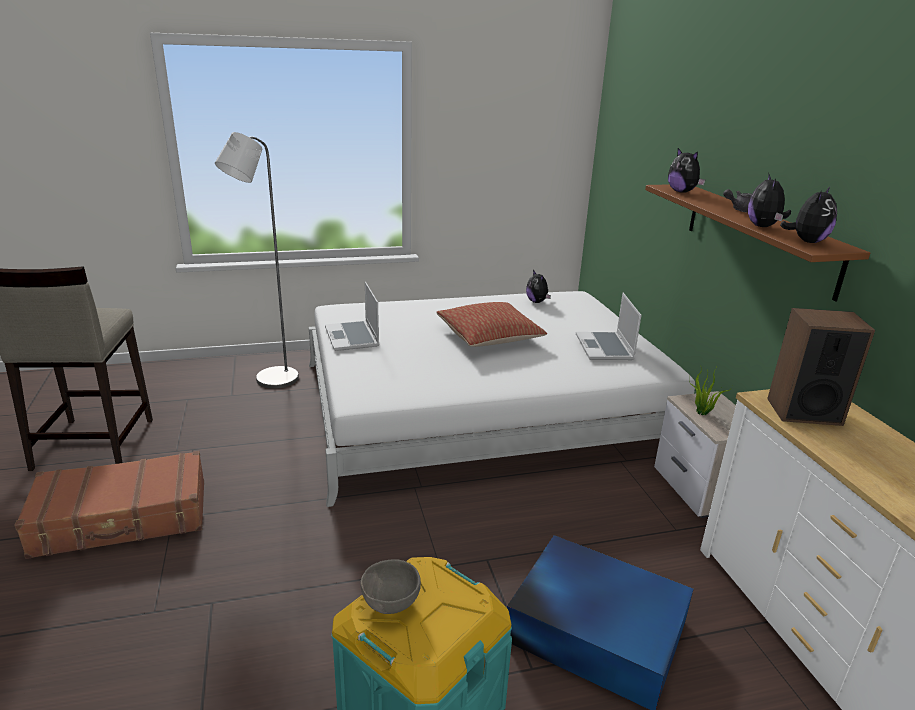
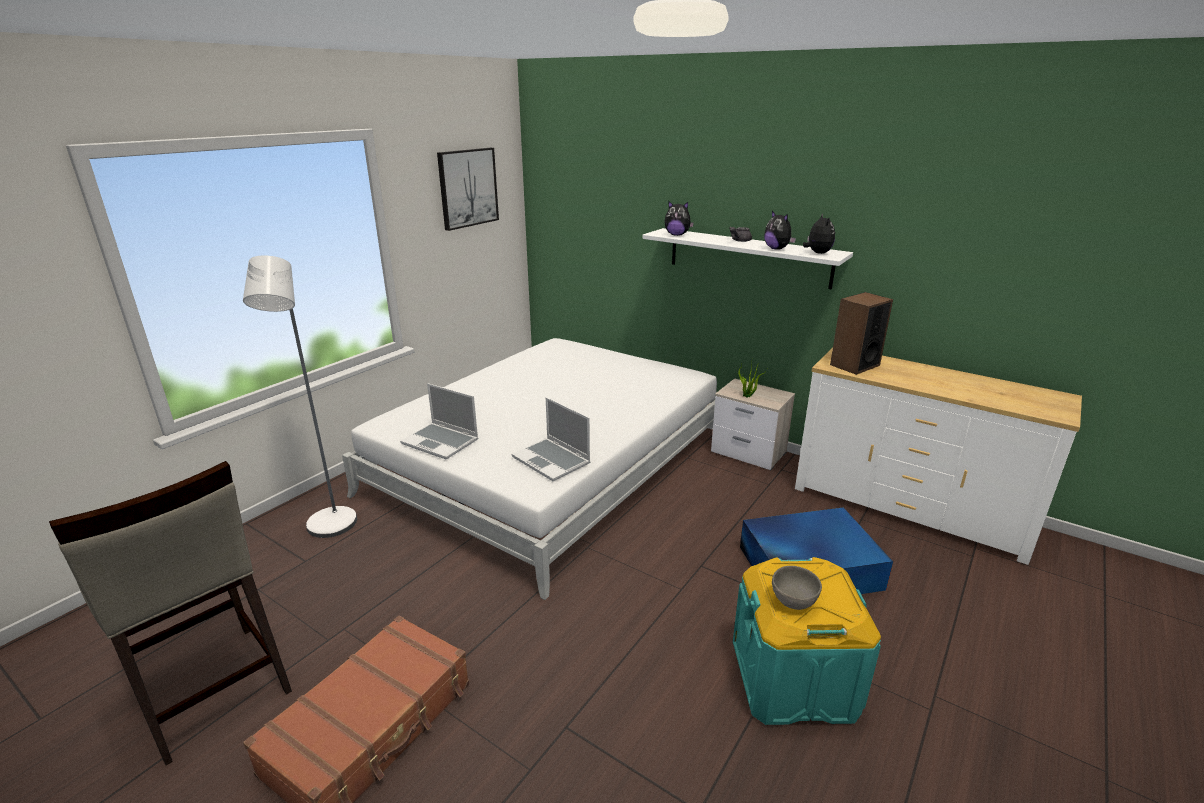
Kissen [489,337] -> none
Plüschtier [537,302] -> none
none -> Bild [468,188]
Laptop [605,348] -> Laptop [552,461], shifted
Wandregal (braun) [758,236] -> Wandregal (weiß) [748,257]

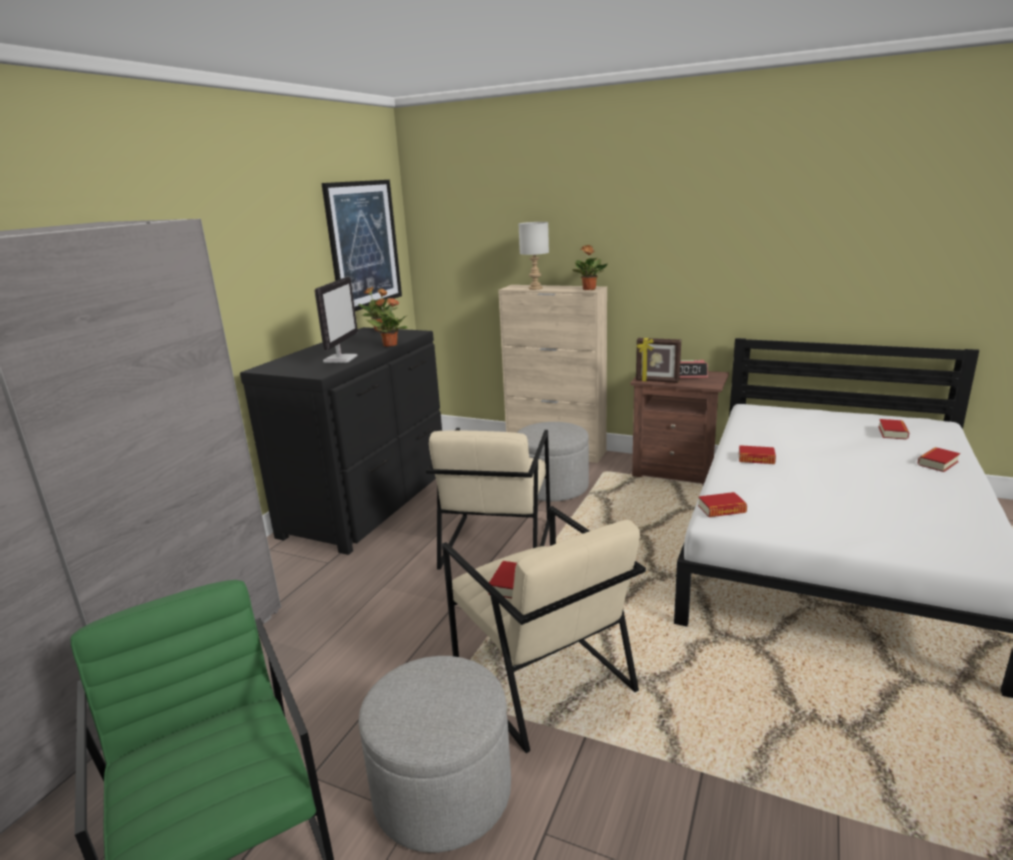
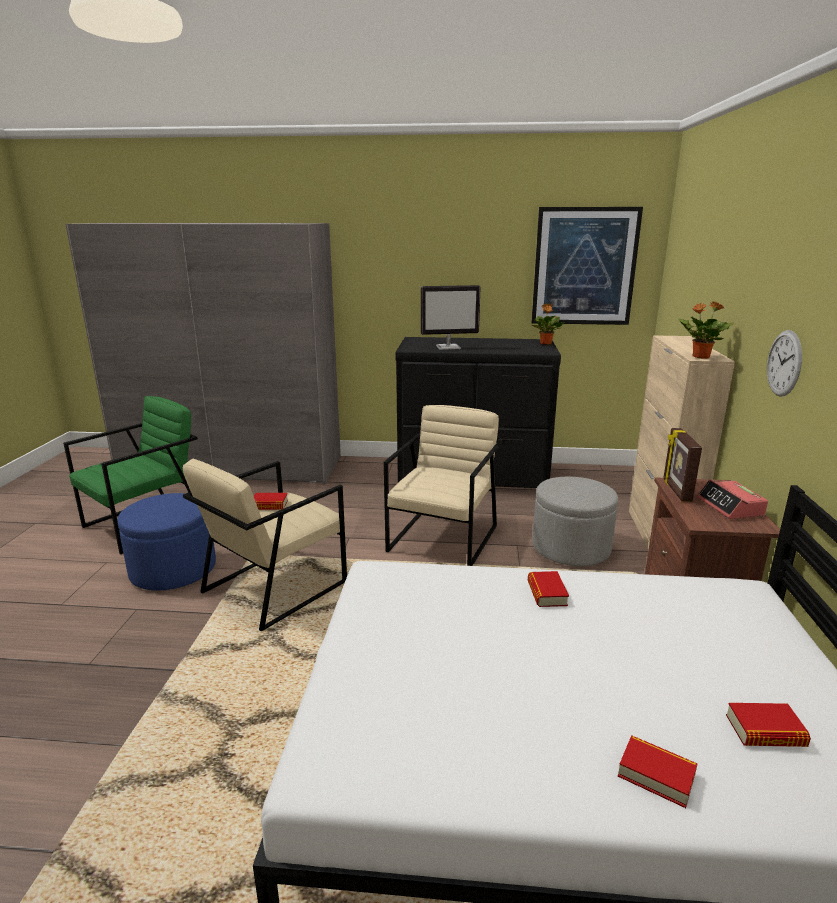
Topfpflanze [390,345] -> none
Tischlampe (grau) [535,288] -> none
Buch [721,509] -> none
none -> Wanduhr [784,363]
Polsterhocker (grau) [442,790] -> Polsterhocker (blau) [173,569]
Sessel (beige) [496,543] -> Sessel (beige) [444,538], 120 degrees clockwise

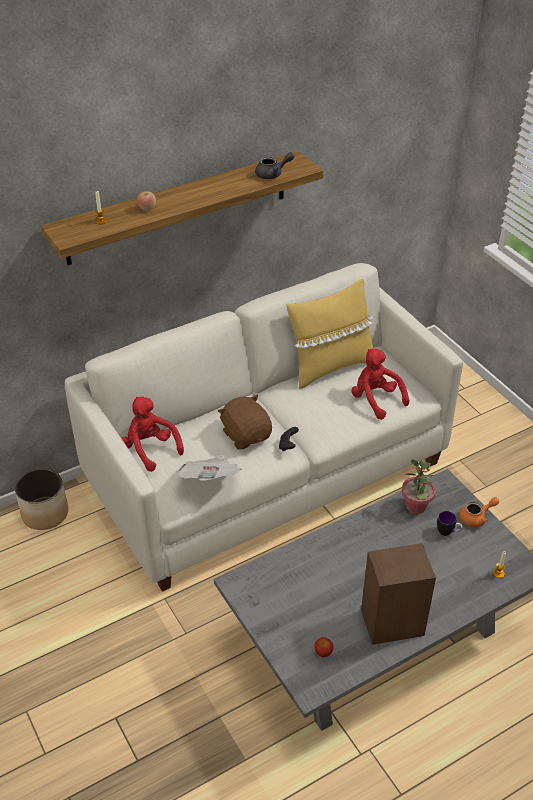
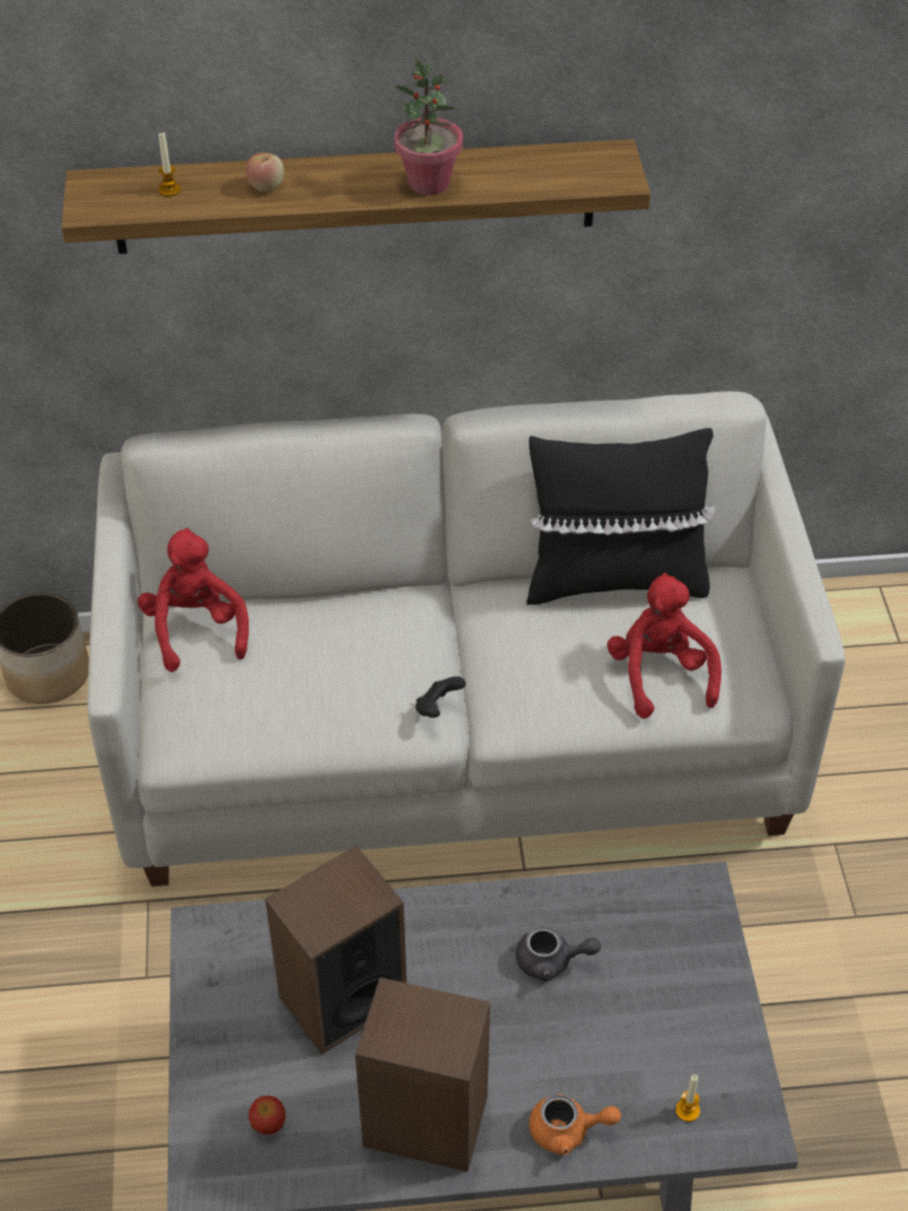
Zeitung [210,480] -> none
Plüschtier (braun) [246,435] -> none
Henkelbecher [448,532] -> none
none -> Lautsprecher [342,998]
Teekanne (grau) [273,174] -> Teekanne (grau) [552,961], shifted
Topfpflanze [416,506] -> Topfpflanze [429,183], shifted
Teekanne (orange) [476,518] -> Teekanne (orange) [568,1131], shifted
Kissen (gelb) [330,367] -> Kissen (schwarz) [614,580]

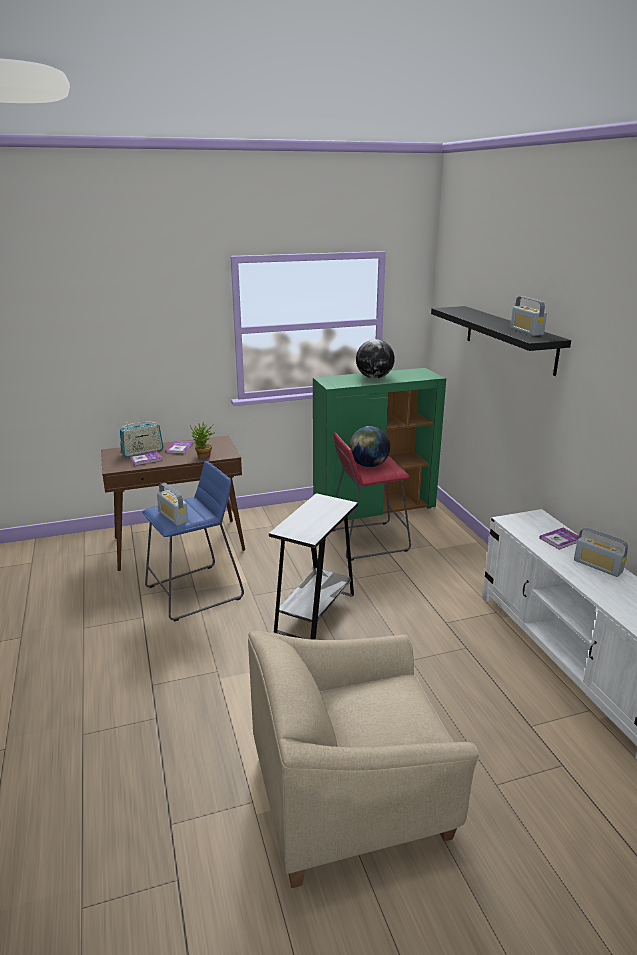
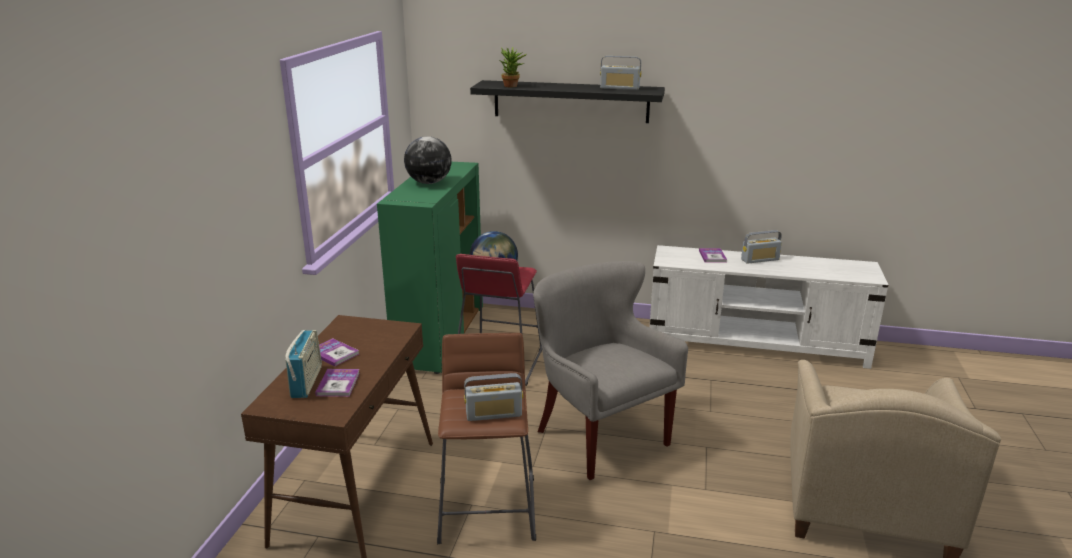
Topfpflanze [203,457] -> Topfpflanze [513,86], shifted
Beistelltisch (weiß) [315,612] -> Sessel (grau) [600,436]
Hocker (blau) [194,592] -> Hocker (braun) [487,508]

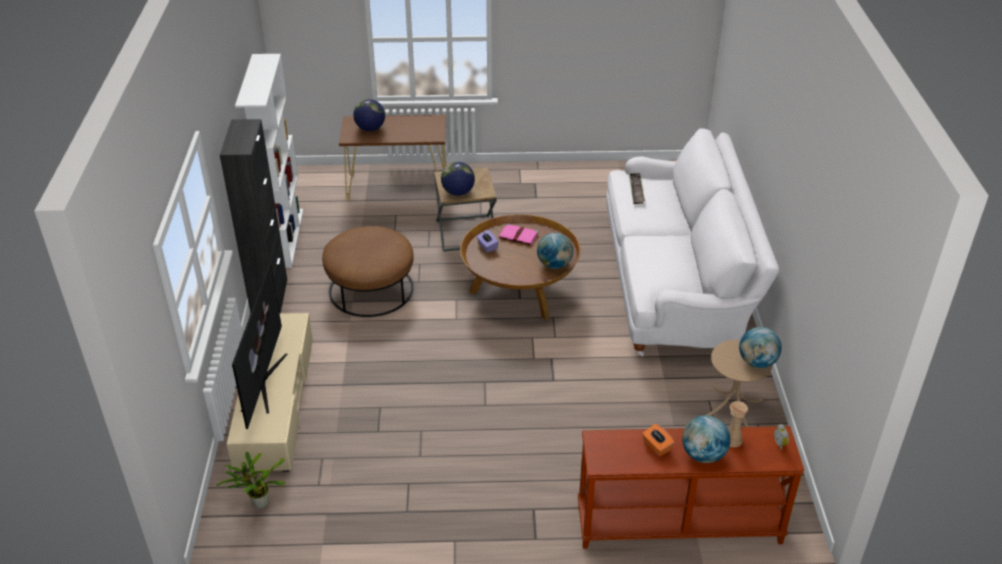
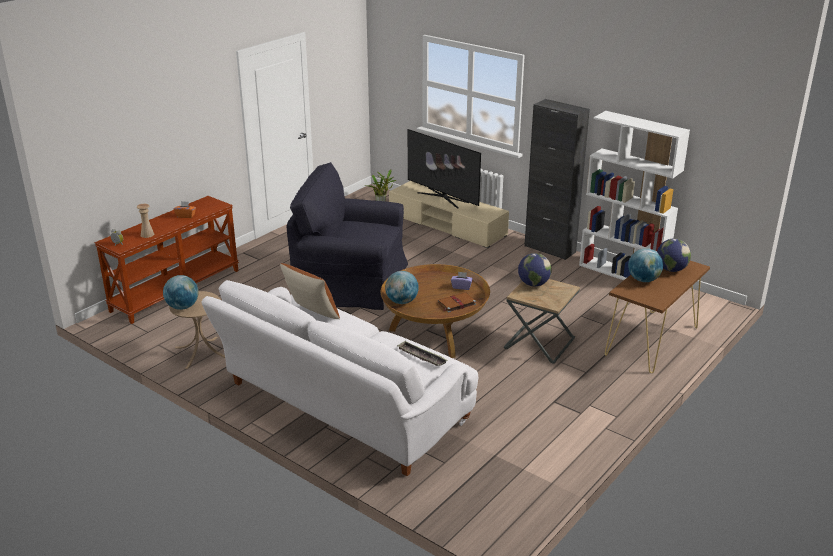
Polsterhocker (braun) [371,289] -> none
none -> Kissen (braun) [312,313]
none -> Sessel (schwarz) [351,283]
Globus [703,455] -> Globus [643,280], shifted
Buch (rosa) [519,236] -> Buch (braun) [456,303]

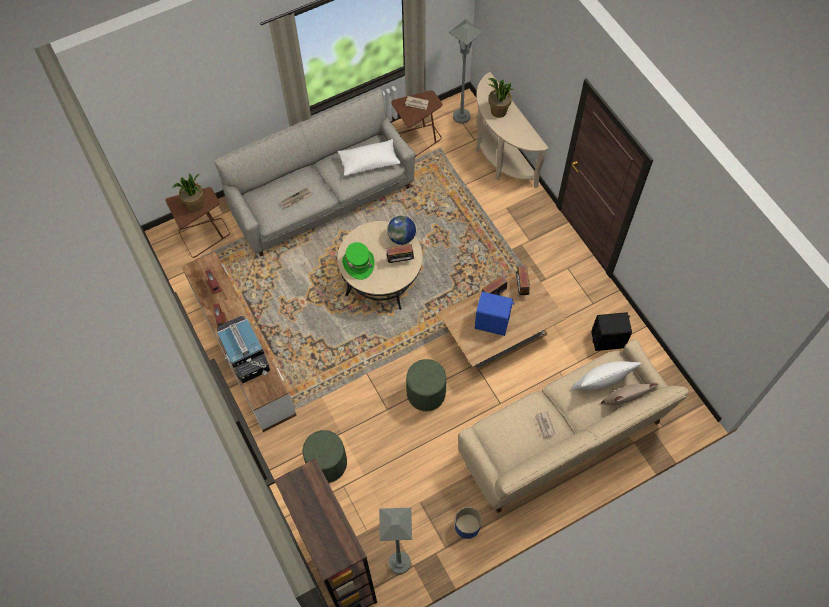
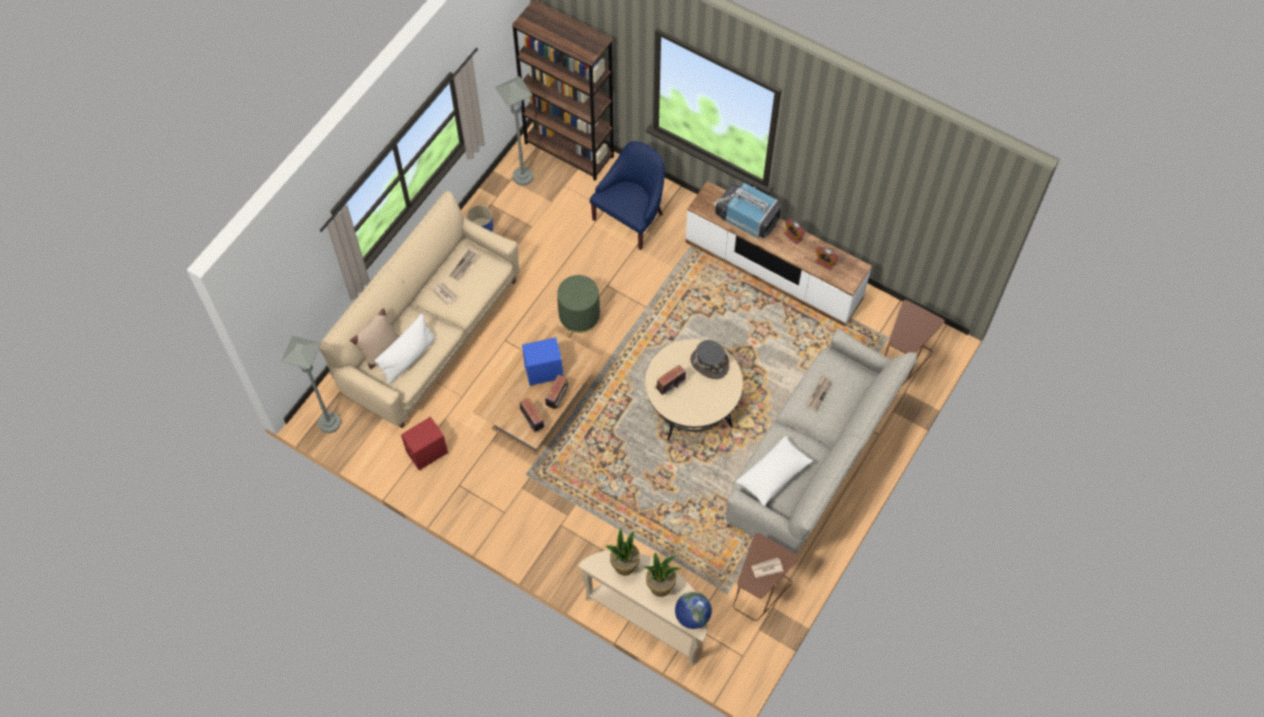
none -> Zeitung [464,266]
Topfpflanze [195,205] -> Topfpflanze [624,565], shifted
Globus [401,237] -> Globus [692,616], shifted
Stehlampe (grau) [461,116] -> Stehlampe (grau) [329,423], shifted
Polsterhocker (grün) [327,464] -> Sessel (blau) [631,218]
Hut (grün) [358,264] -> Hut (grau) [709,363]
Lautsprecher (schwarz) [608,340] -> Lautsprecher (rot) [427,453]

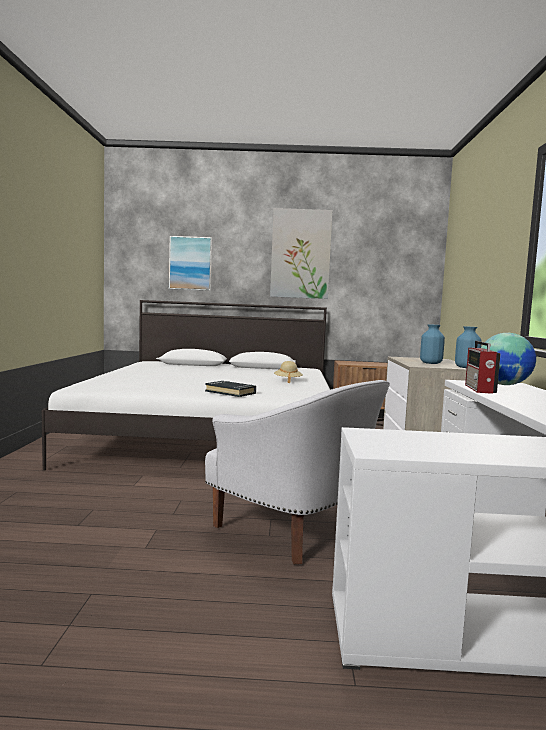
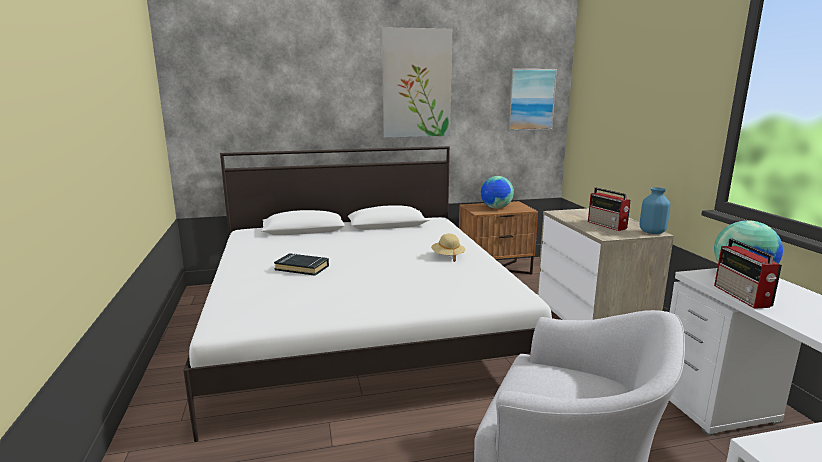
none -> Globus [496,208]
Bild [190,263] -> Bild [530,99], shifted
Buch (schwarz) [231,392] -> Buch (schwarz) [302,268], shifted
Vase (blau) [431,363] -> Radio [607,225]

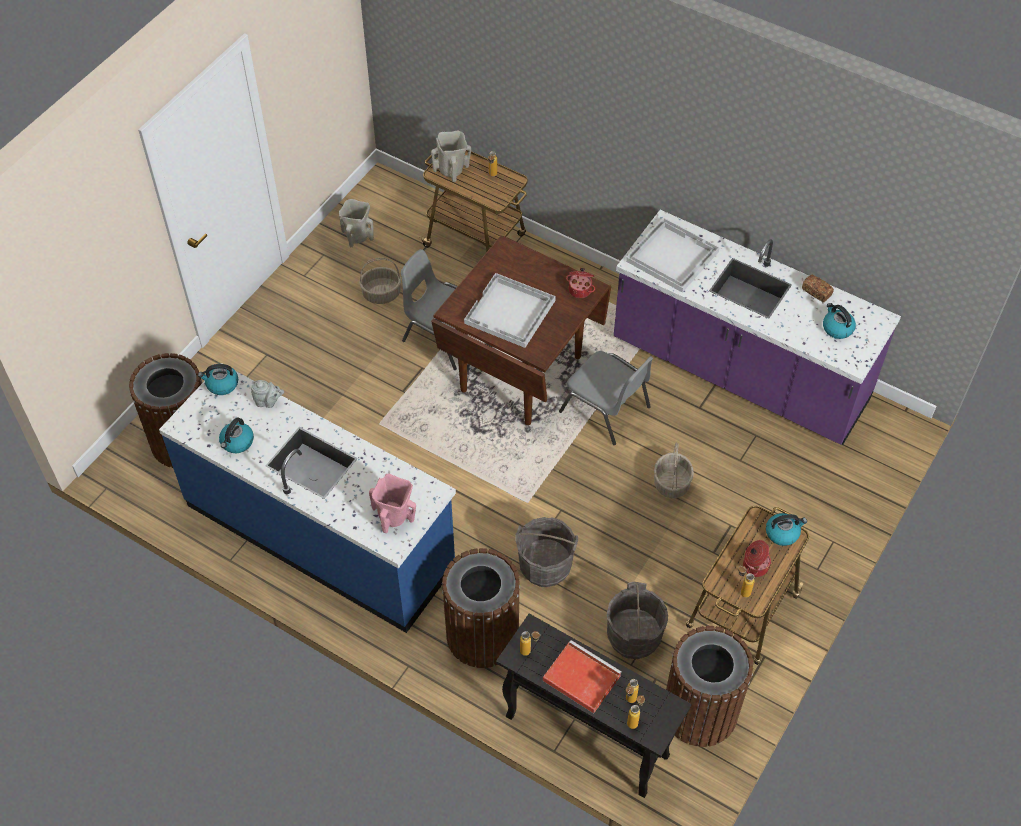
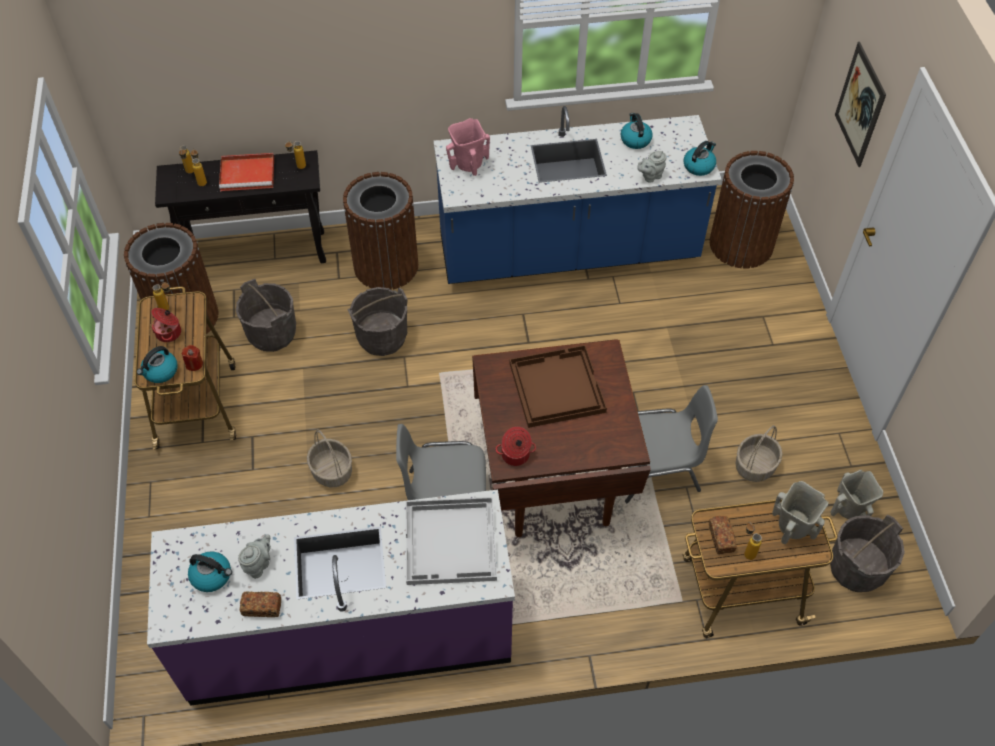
none -> Kerze (rot) [194,364]
none -> Teekanne (grau) [259,564]
none -> Brot [721,538]
none -> Eimer (grau) [856,568]
none -> Bild [860,105]
Tablett (weiß) [510,312] -> Tablett (braun) [556,387]

